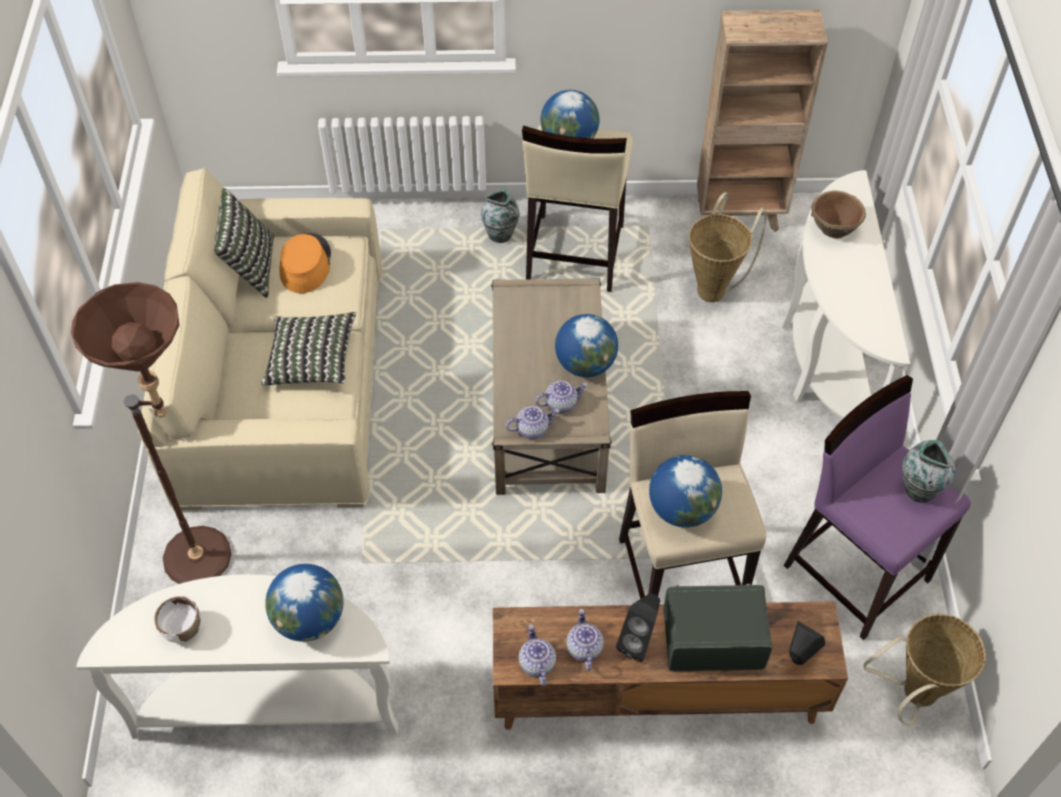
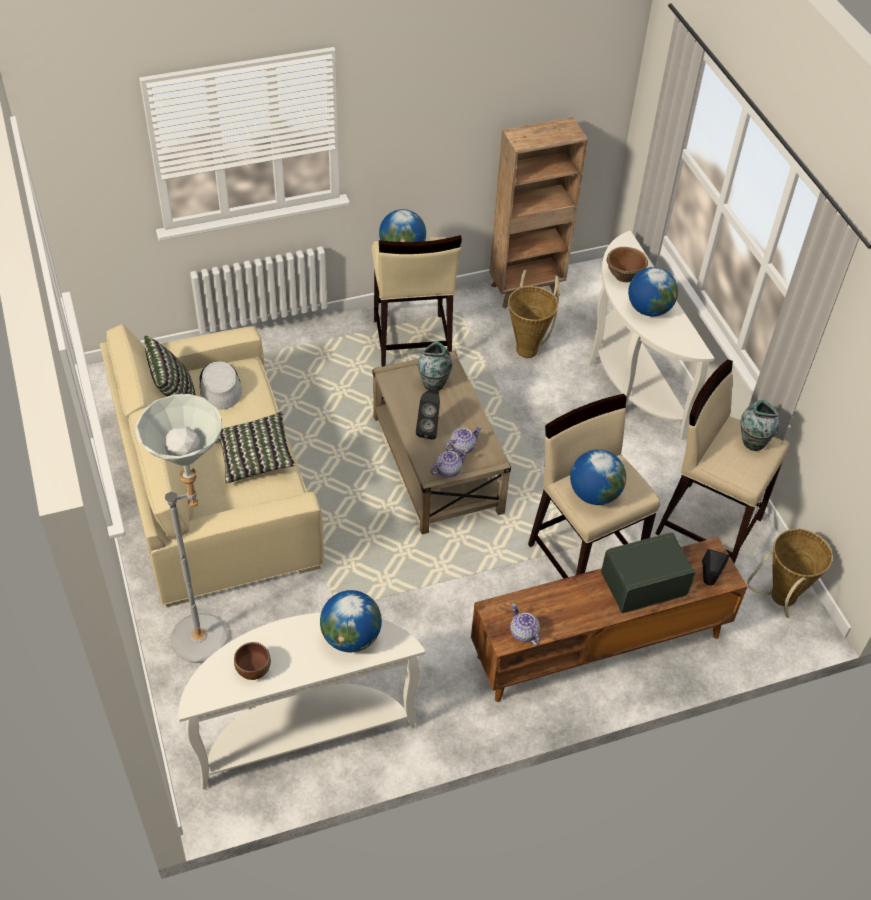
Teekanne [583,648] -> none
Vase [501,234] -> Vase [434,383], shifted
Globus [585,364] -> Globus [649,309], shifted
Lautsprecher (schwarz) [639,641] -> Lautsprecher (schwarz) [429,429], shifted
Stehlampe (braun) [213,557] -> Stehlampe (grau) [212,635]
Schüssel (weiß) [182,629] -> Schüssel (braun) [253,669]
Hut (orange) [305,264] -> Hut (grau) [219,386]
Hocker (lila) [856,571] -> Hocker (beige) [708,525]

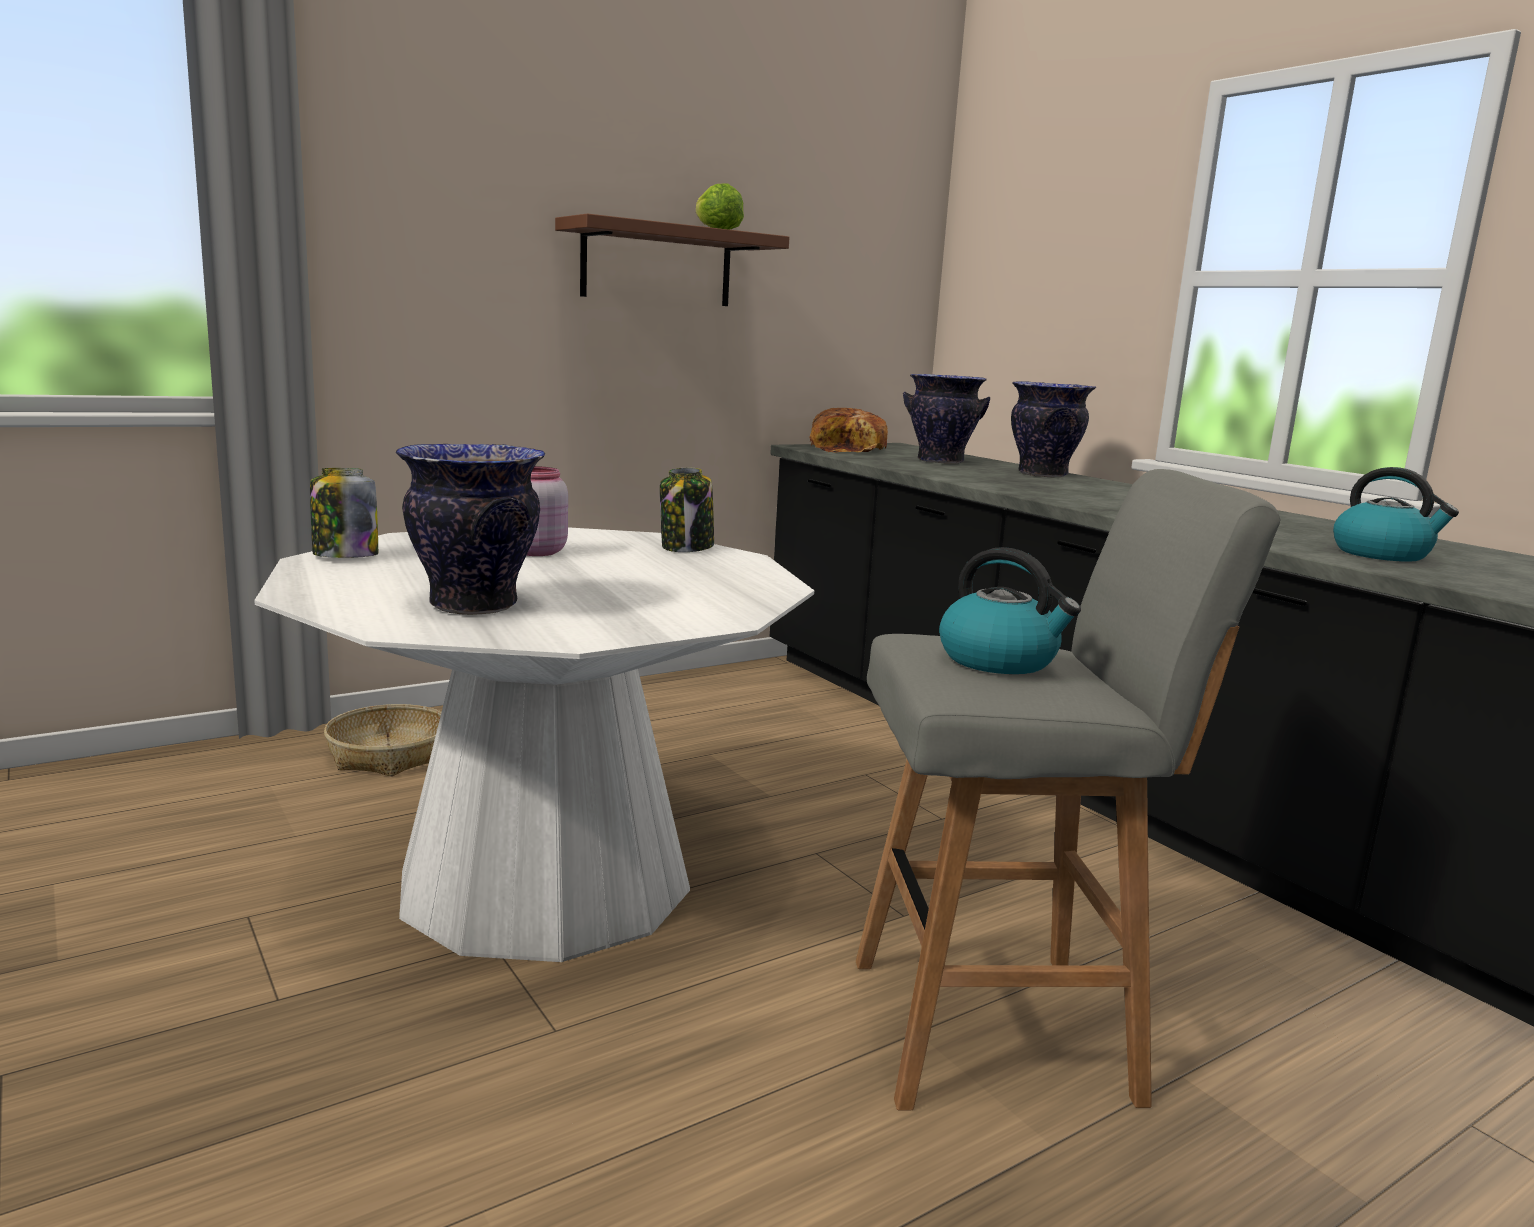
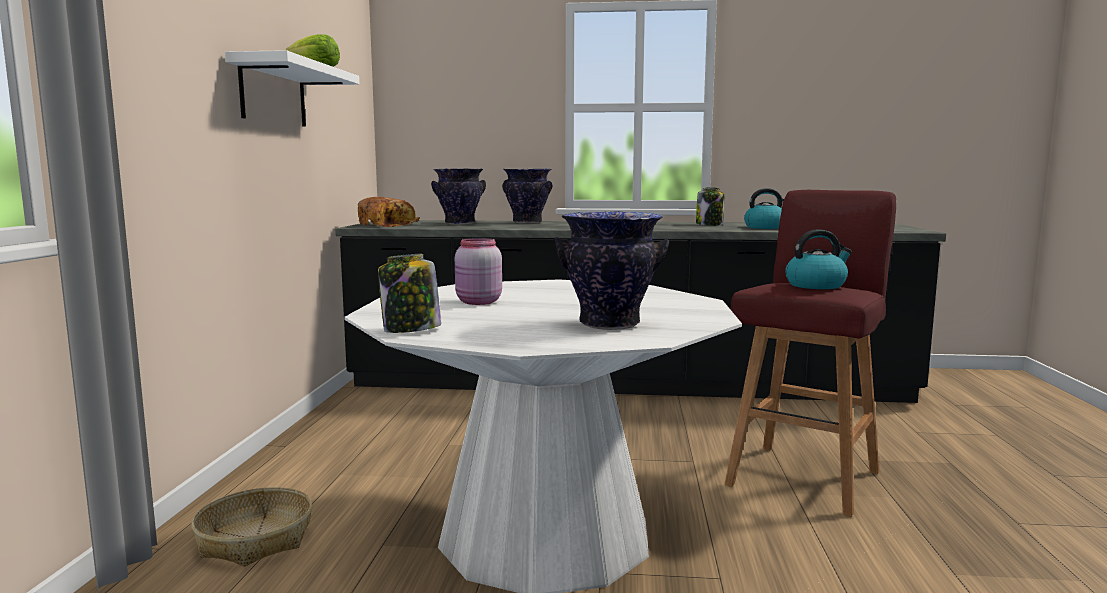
Vorratsglas [687,547] -> Vorratsglas [709,224], shifted
Wandregal (braun) [657,265] -> Wandregal (weiß) [273,94]
Hocker (grau) [999,1029] -> Hocker (rot) [805,477]

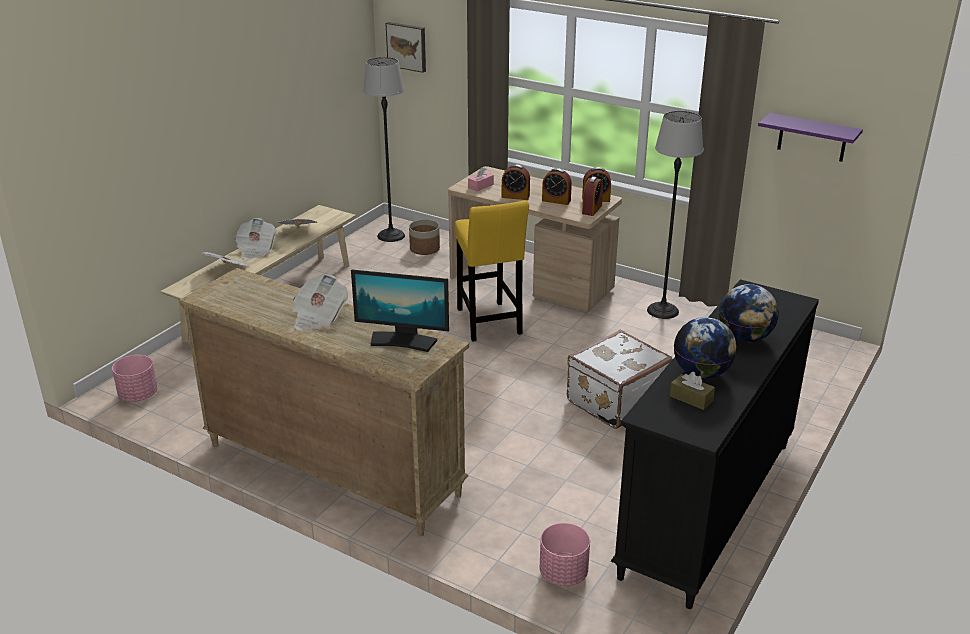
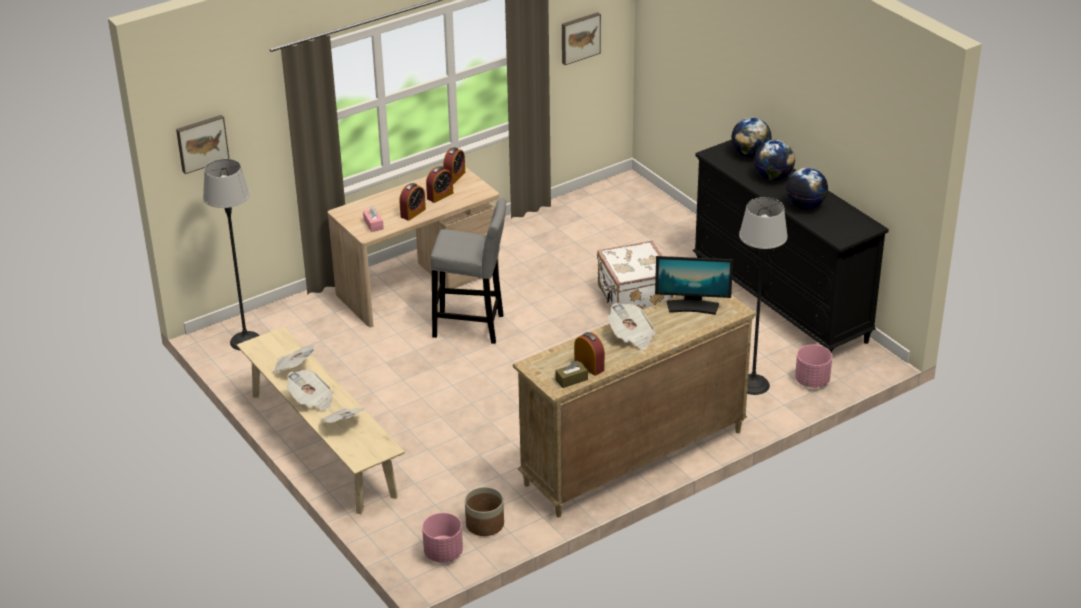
none -> Globus [750,154]
Pflanzkübel [425,249] -> Pflanzkübel [484,524], shifted
Wecker [592,209] -> Wecker [589,366], shifted
Stehlampe [663,311] -> Stehlampe [753,384], shifted
Taschentuchbox (braun) [691,398] -> Taschentuchbox (braun) [571,380], shifted
Wandregal (lila) [812,138] -> Bild [579,37]
Hocker (gelb) [489,324] -> Hocker (grau) [472,327]
Monitor [403,341] -> Monitor [692,306], 60 degrees clockwise

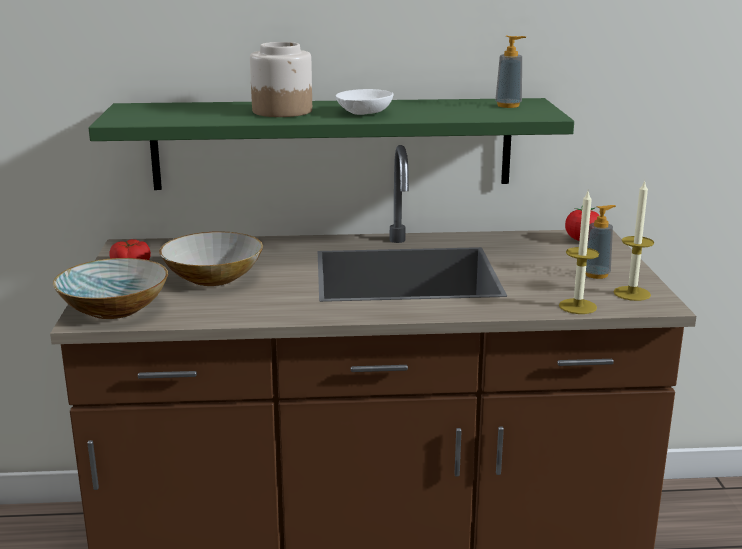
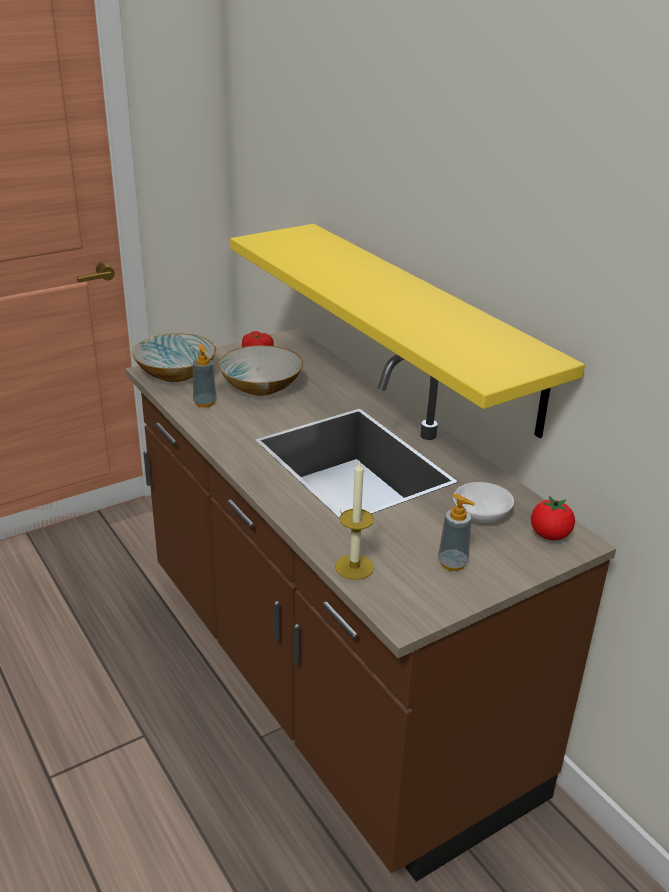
Vorratsglas [282,111] -> none
Kerze [632,293] -> none
Schüssel (weiß) [366,112] -> Schüssel (weiß) [482,515], shifted
Seifenspender [508,105] -> Seifenspender [205,403], shifted
Wandregal (grün) [332,144] -> Wandregal (gelb) [423,322]

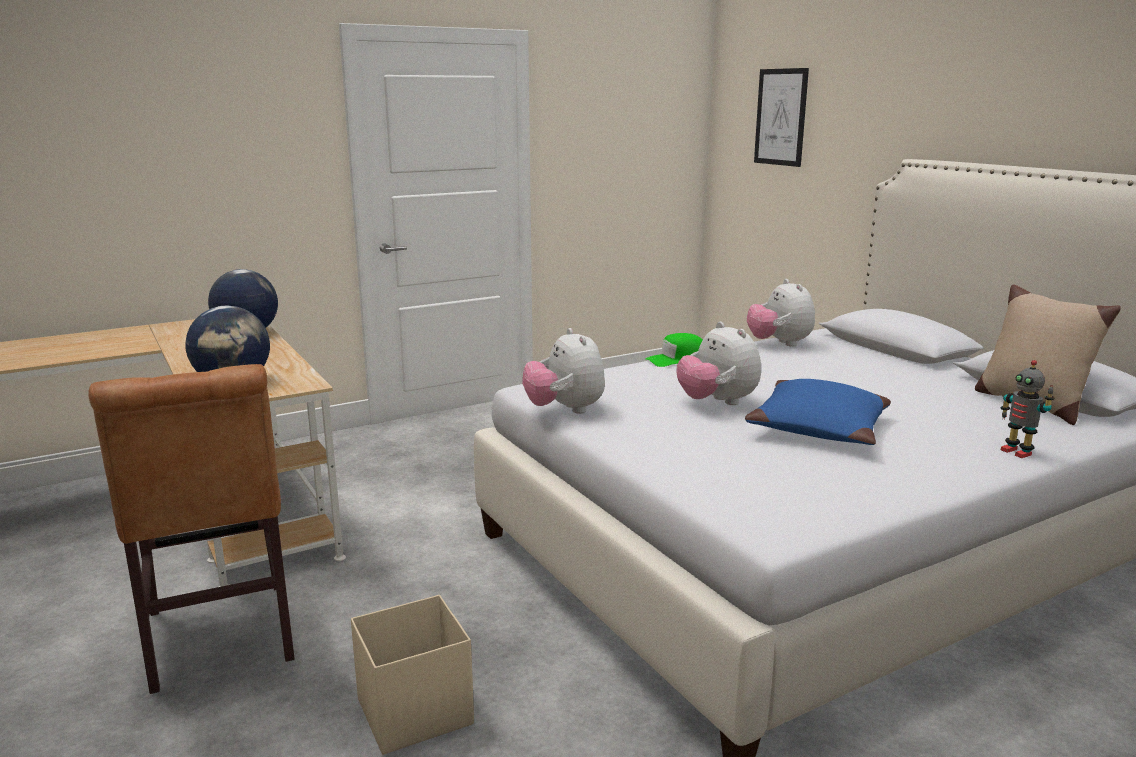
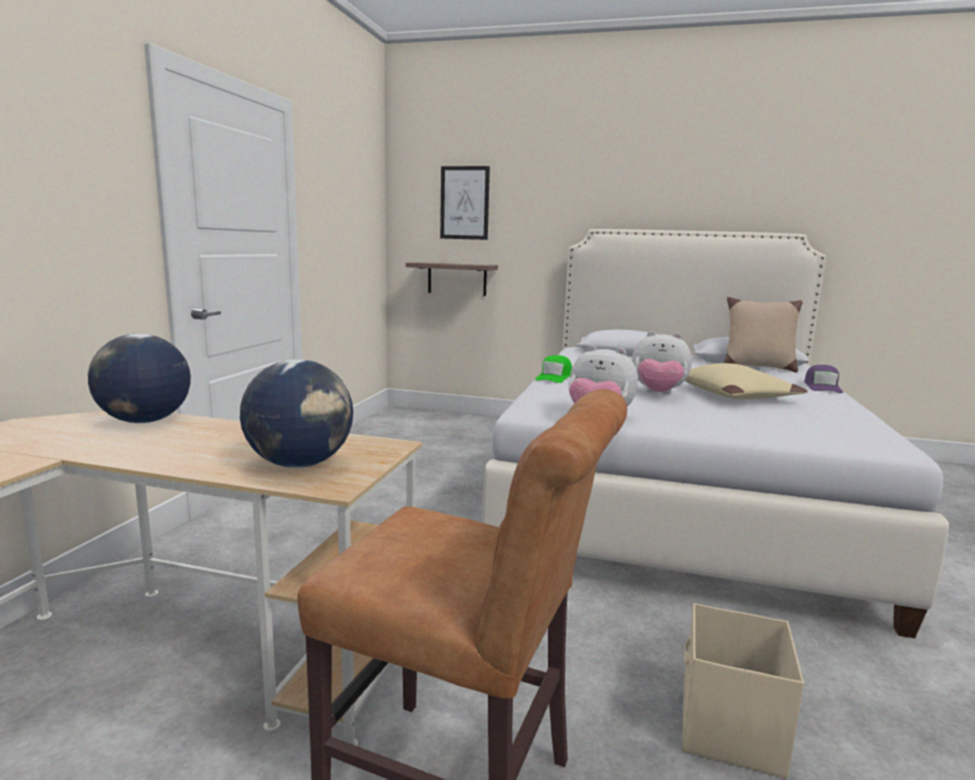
Plüschtier [779,344] -> none
none -> Wandregal [457,279]
Spielzeugroboter [1017,452] -> Kappe (lila) [822,387]
Kissen (blau) [819,428] -> Kissen (beige) [735,395]

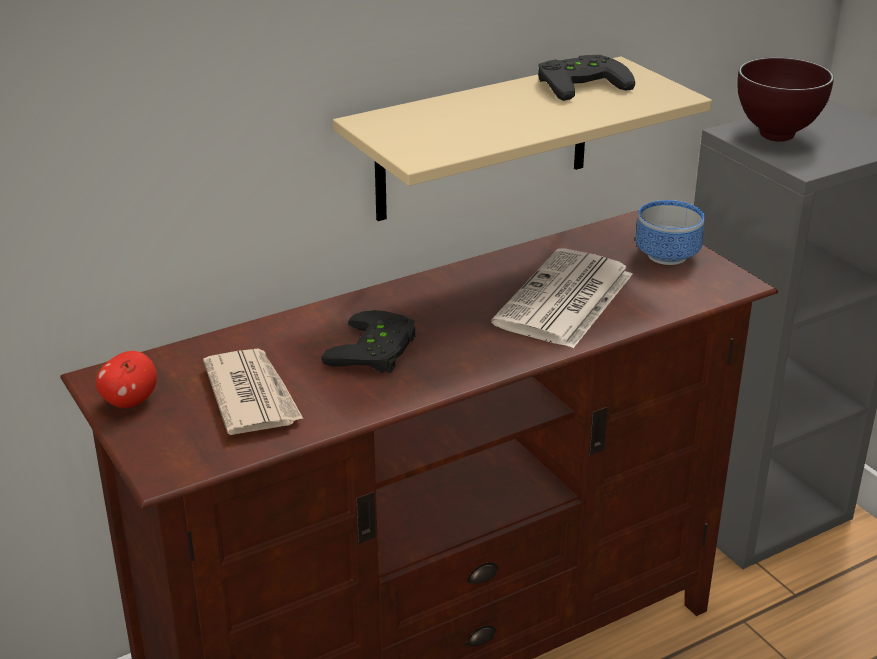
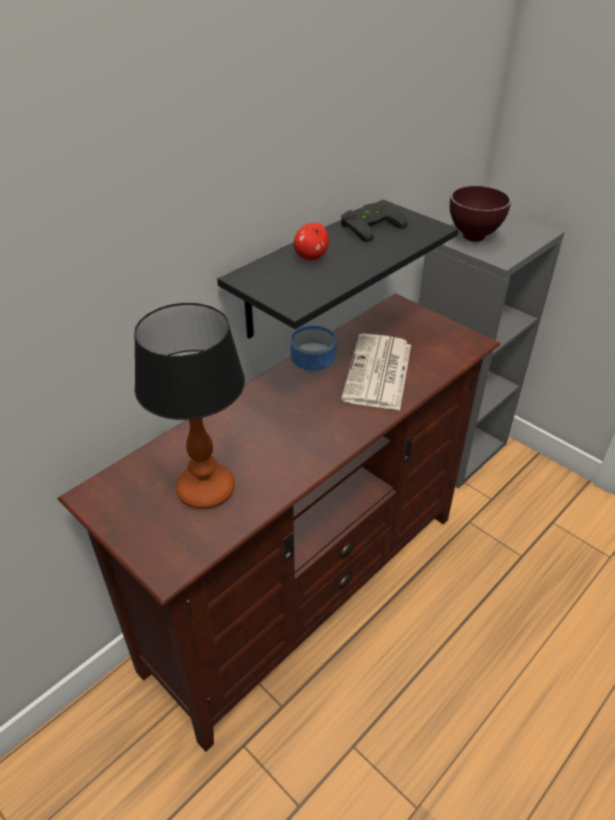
Gamepad (schwarz) [377,351] -> none
Apfel [129,401] -> Apfel [311,257], shifted
Schüssel [668,254] -> Schüssel [314,363], shifted
Zeitung [252,395] -> Tischlampe [204,490]
Wandregal (beige) [483,140] -> Wandregal (schwarz) [307,270]

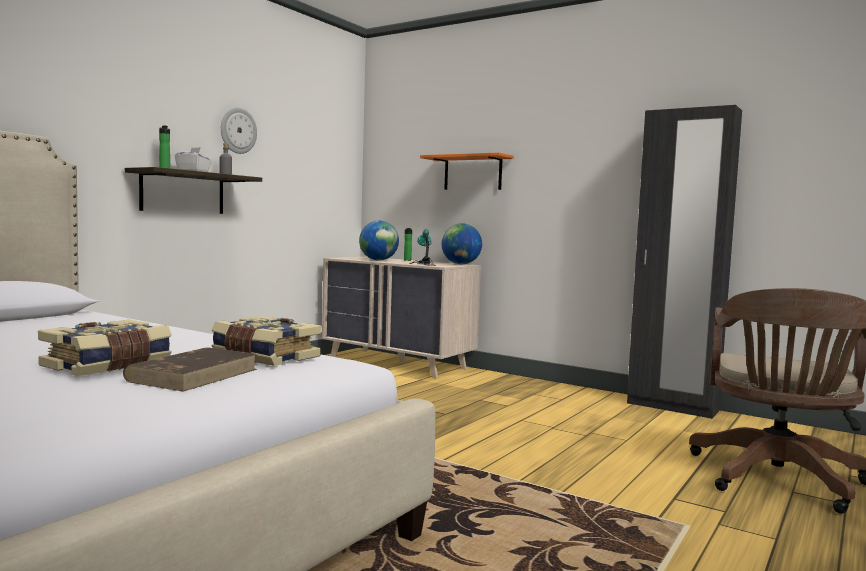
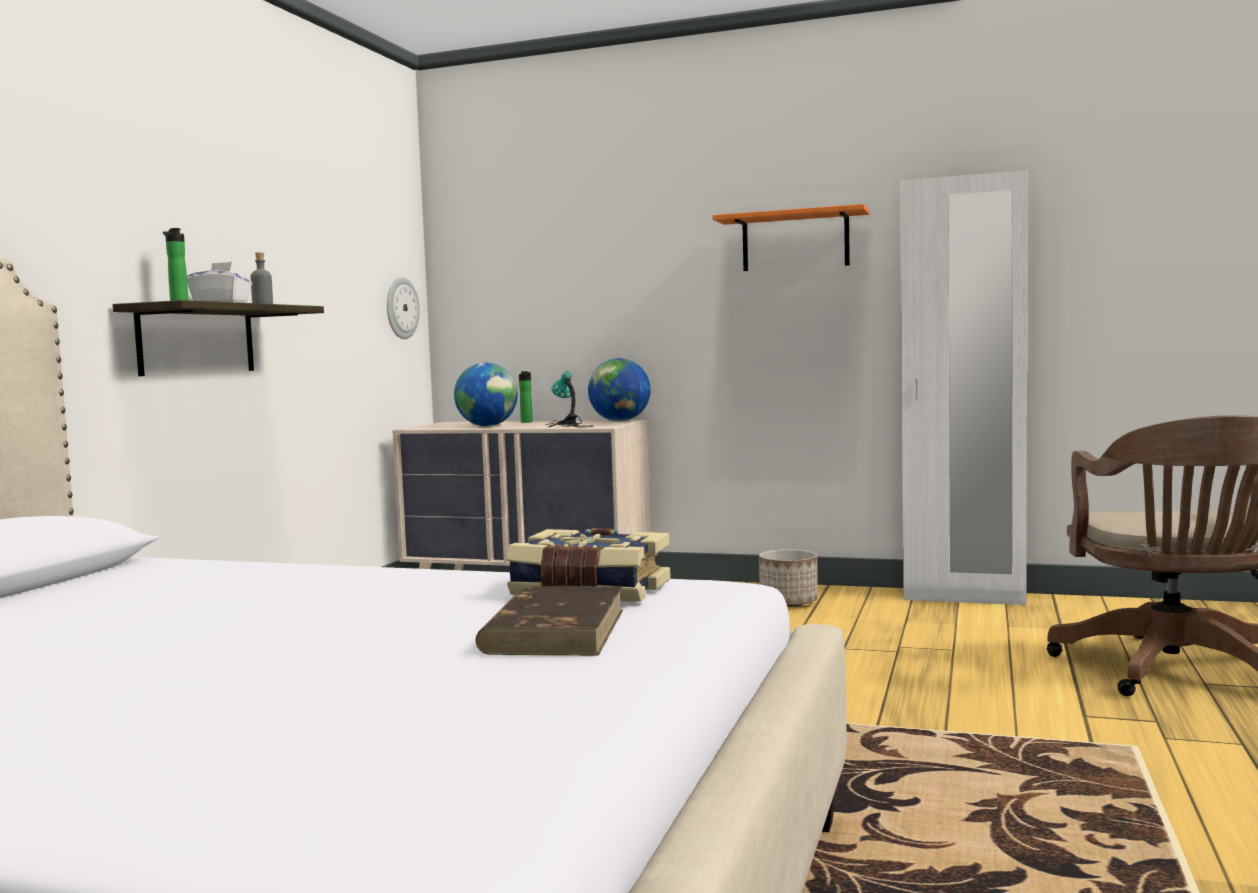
Buch [109,365] -> none
none -> Pflanzkübel [788,602]
Wanduhr [238,130] -> Wanduhr [401,308], shifted
Wandregal (orange) [472,173] -> Wandregal (orange) [795,241], shifted
Kleiderschrank (schwarz) [672,407] -> Kleiderschrank (weiß) [964,597]

